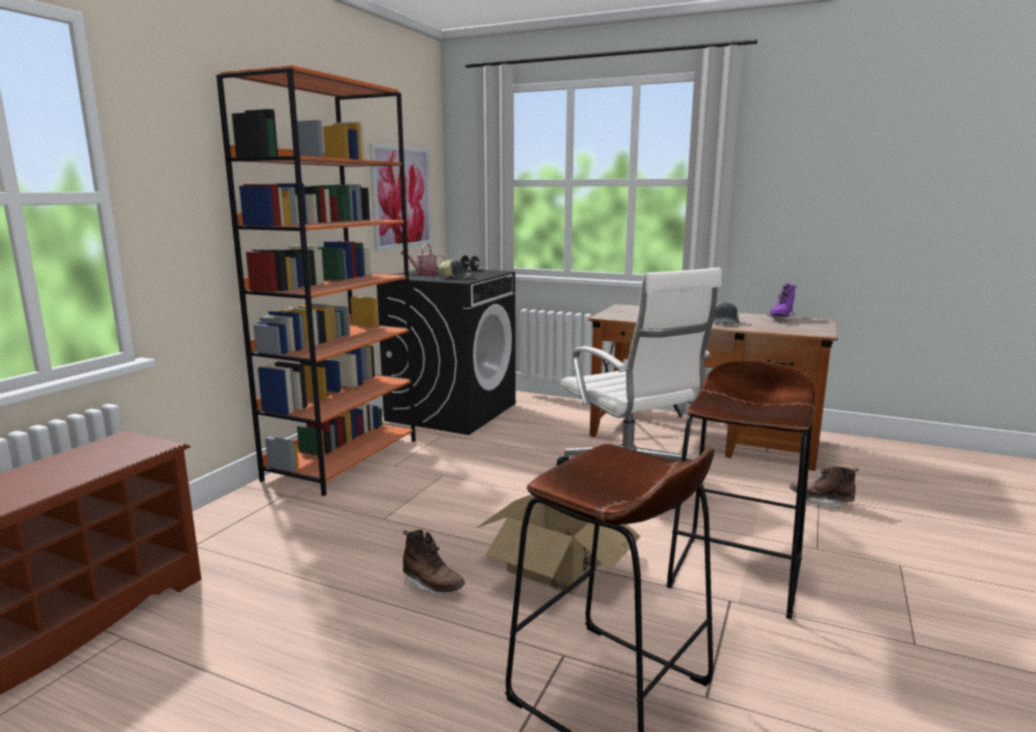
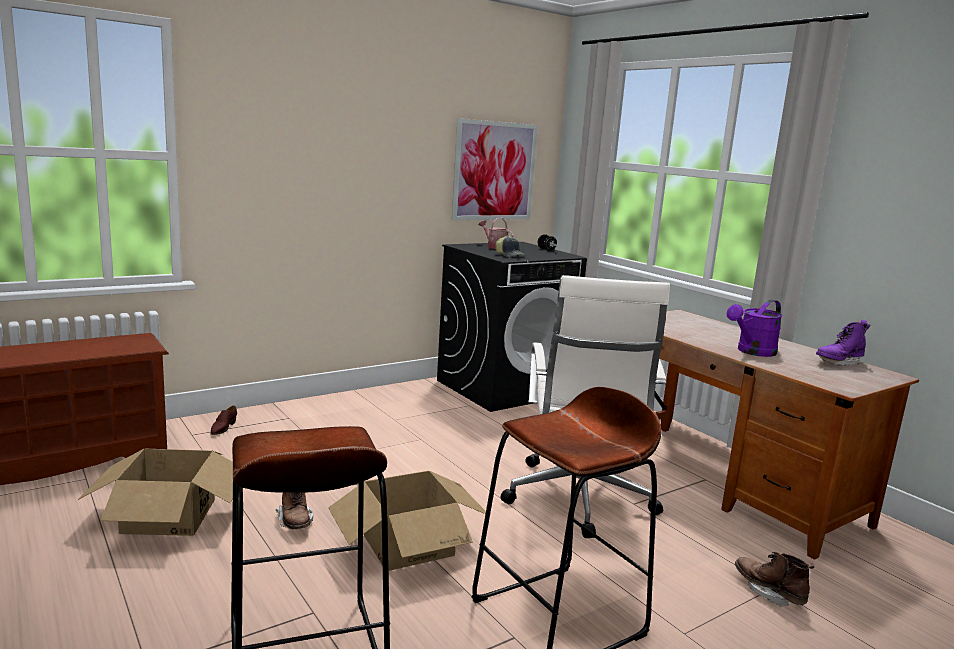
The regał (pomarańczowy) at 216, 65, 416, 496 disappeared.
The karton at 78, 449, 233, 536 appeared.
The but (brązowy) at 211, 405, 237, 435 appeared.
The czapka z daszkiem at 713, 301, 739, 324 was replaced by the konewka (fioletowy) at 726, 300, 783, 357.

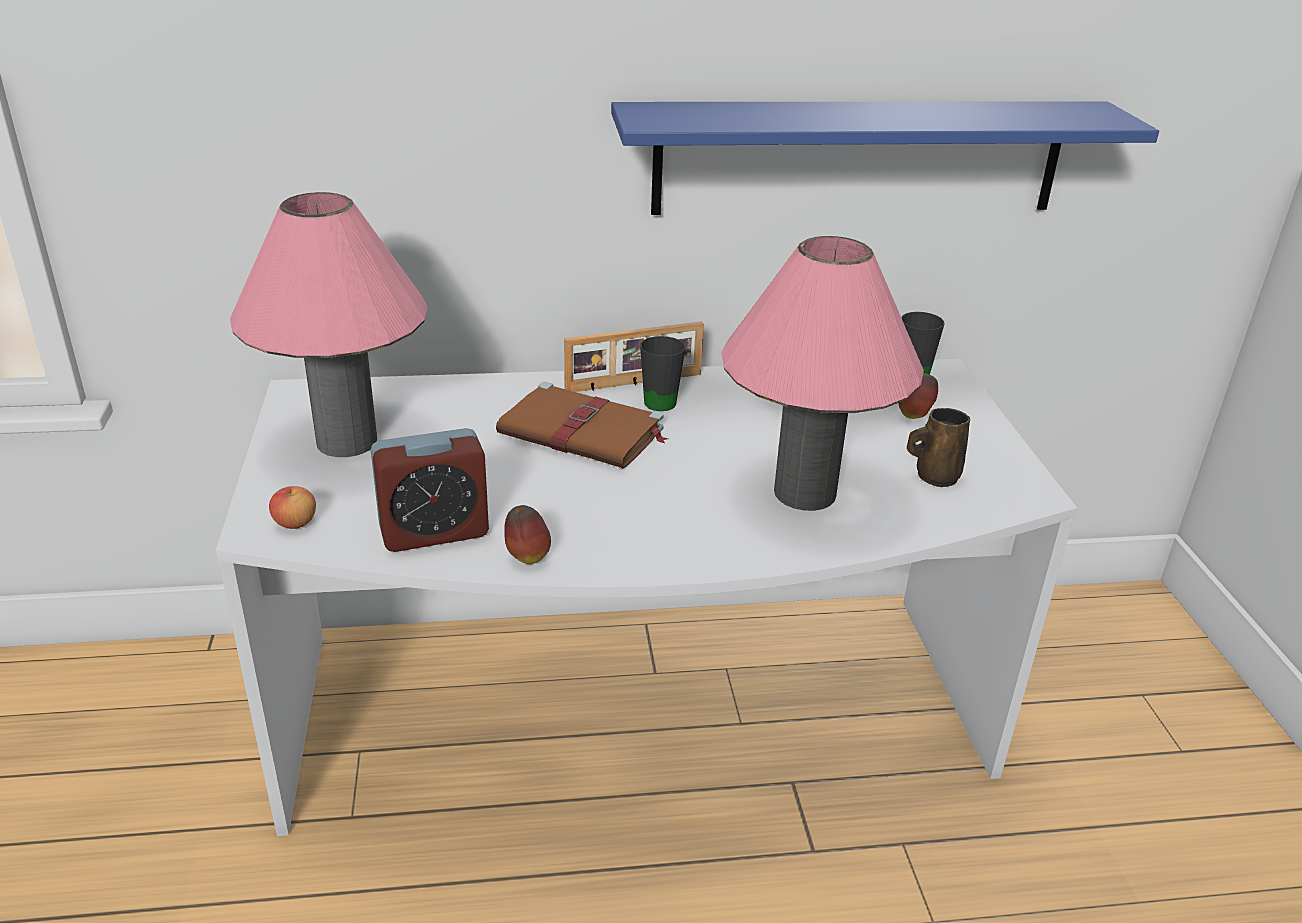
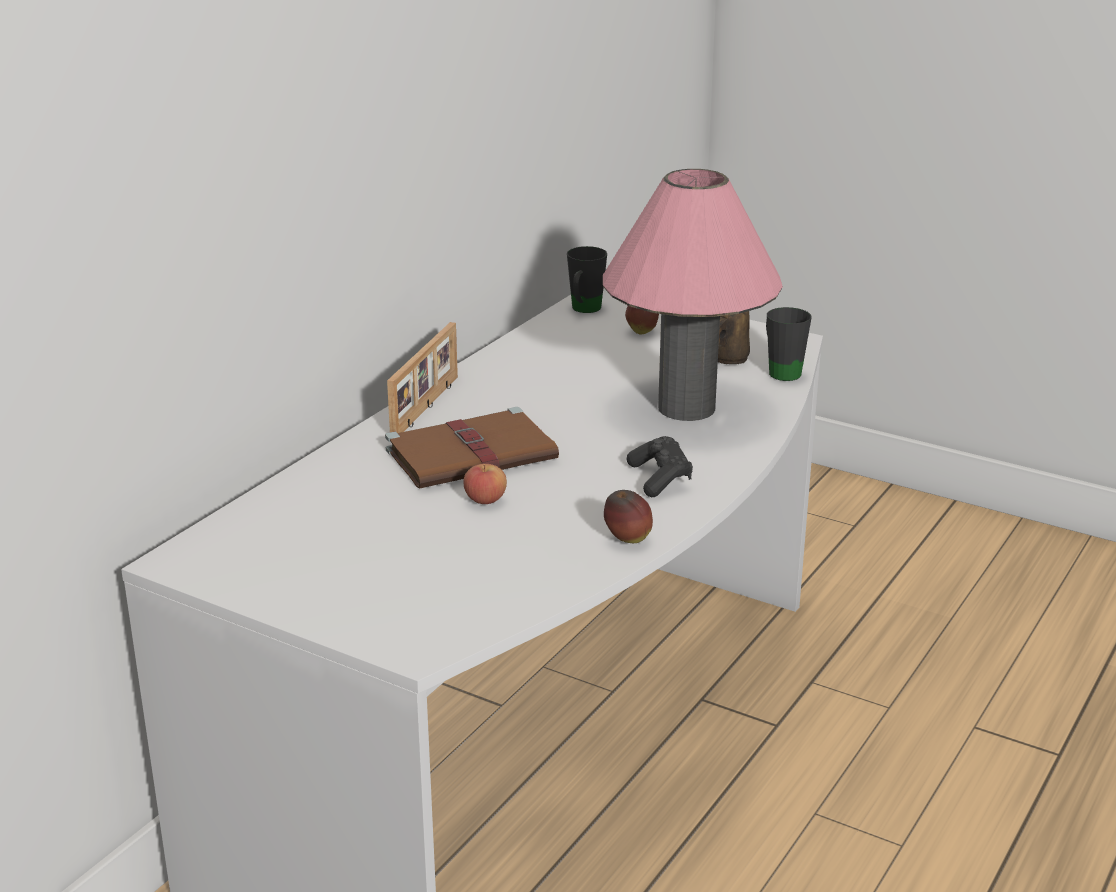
The lampa stołowa (różowy) at 230, 192, 428, 457 disappeared.
The budzik at 370, 428, 489, 552 disappeared.
The półka (niebieski) at 611, 101, 1159, 215 disappeared.
The pad do gier (czarny) at 627, 436, 693, 497 appeared.
The jabłko moved from 269, 486, 316, 529 to 463, 464, 507, 504.
The kubek (czarny) moved from 640, 336, 685, 411 to 766, 307, 812, 381.

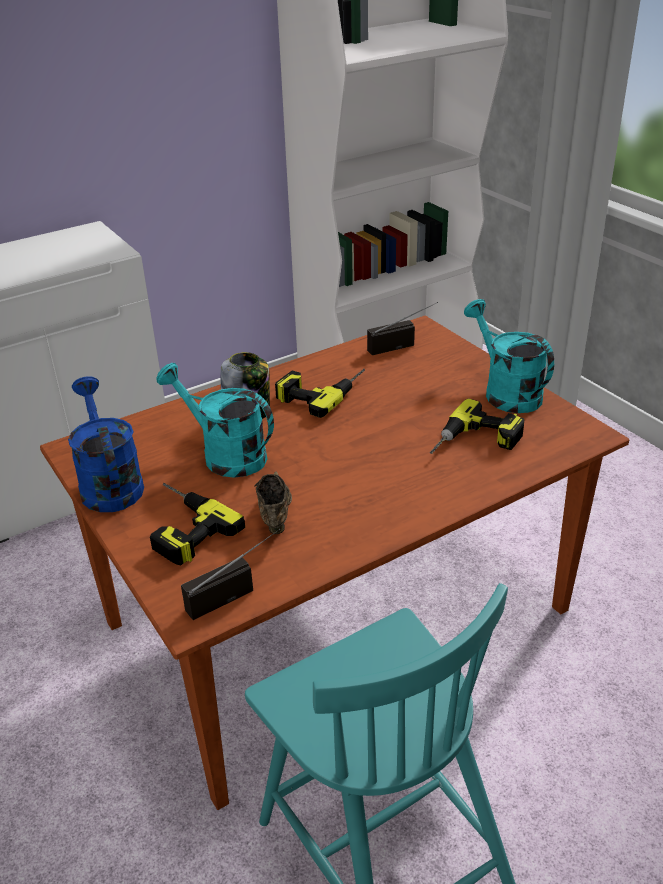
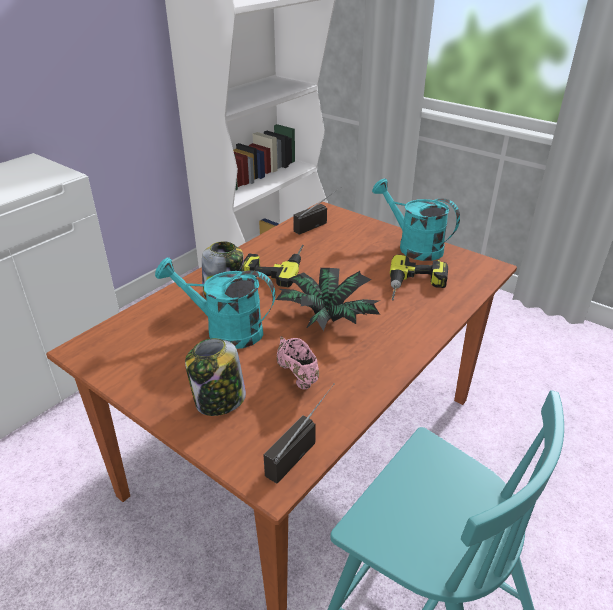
The konewka (niebieski) at 68, 376, 144, 512 disappeared.
The roślina doniczkowa at 276, 268, 380, 331 appeared.
The wiertarka at 150, 483, 245, 566 was replaced by the słoik at 185, 338, 246, 416.
The but (brązowy) at 254, 471, 292, 534 became the but (różowy) at 277, 336, 319, 389.

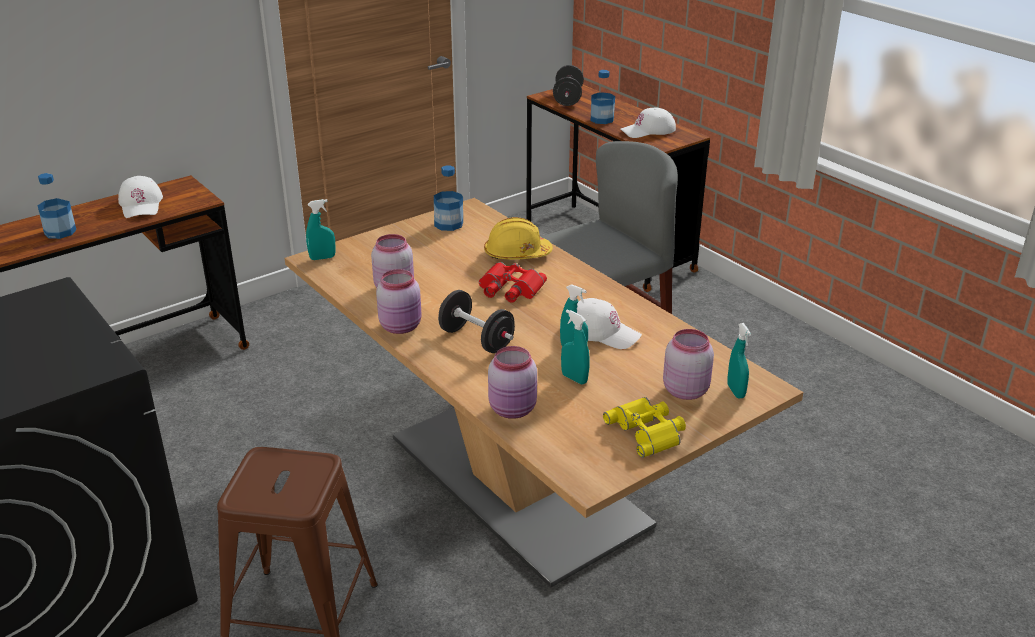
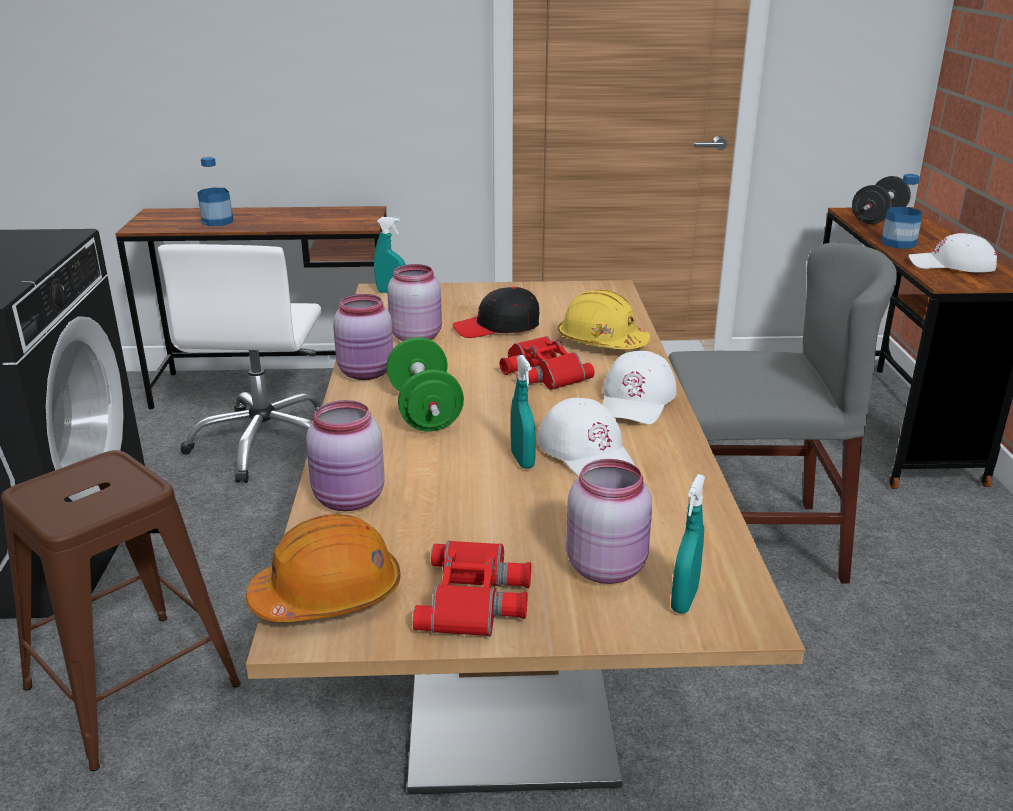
The butelka at 434, 165, 463, 231 disappeared.
The spryskiwacz (turkusowy) at 561, 309, 590, 384 disappeared.
The krzesło biurowe (biały) at 158, 244, 322, 483 appeared.
The kask (pomarańczowy) at 246, 514, 401, 622 appeared.
The czapka z daszkiem (czarny) at 453, 287, 539, 338 appeared.
The czapka z daszkiem (biały) moved from 118, 176, 163, 218 to 603, 351, 677, 424.
The hantel (czarny) at 438, 290, 515, 353 became the hantel (zielony) at 386, 337, 464, 432.
The lornetka (żółty) at 603, 397, 686, 458 became the lornetka (czerwony) at 413, 540, 531, 637.

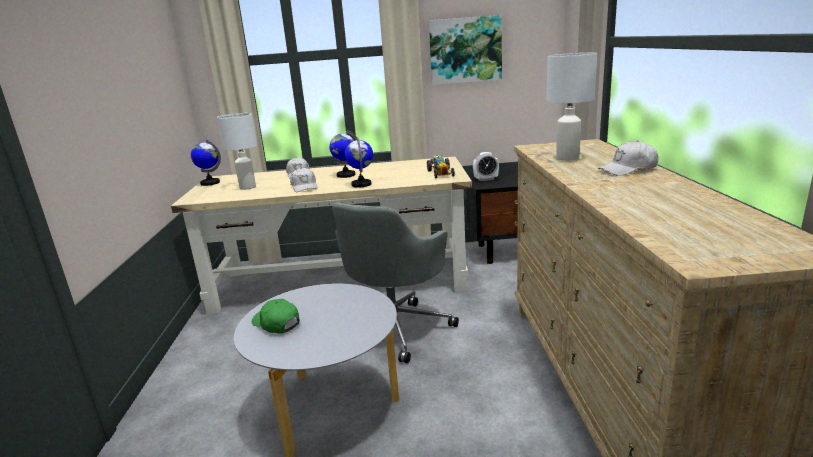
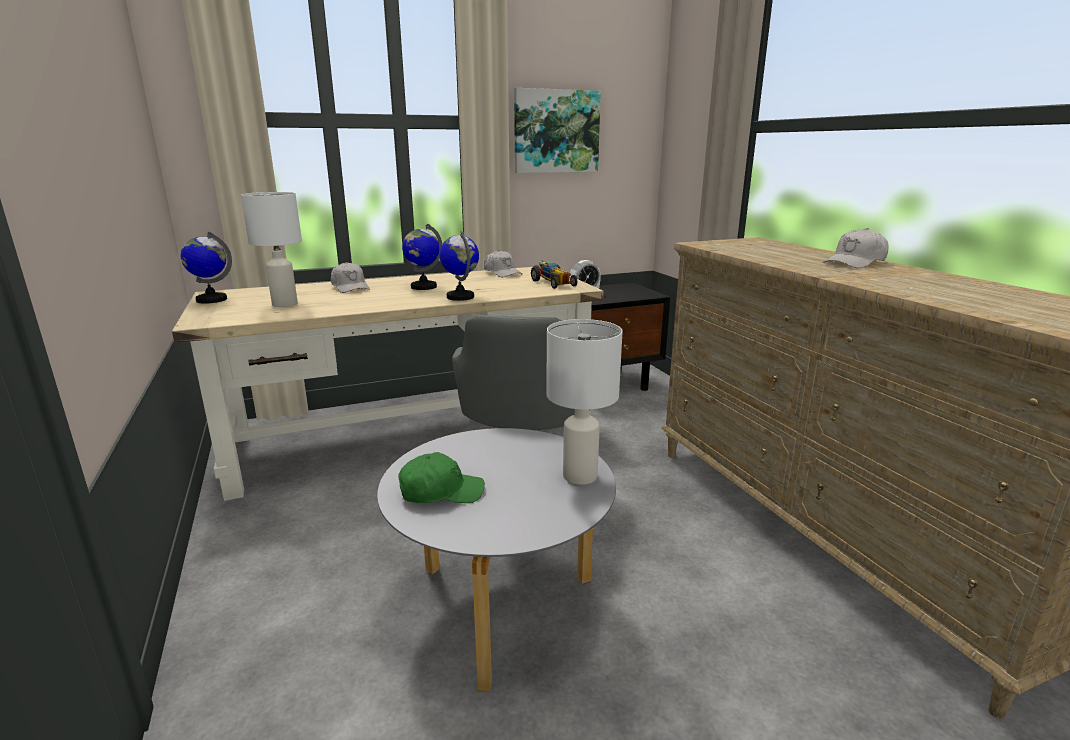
The czapka z daszkiem (biały) moved from 290, 168, 318, 192 to 484, 250, 522, 277.
The lampa stołowa (biały) moved from 546, 53, 597, 161 to 546, 319, 622, 485.
The czapka z daszkiem (zielony) at 252, 299, 300, 334 turned 150 degrees clockwise.

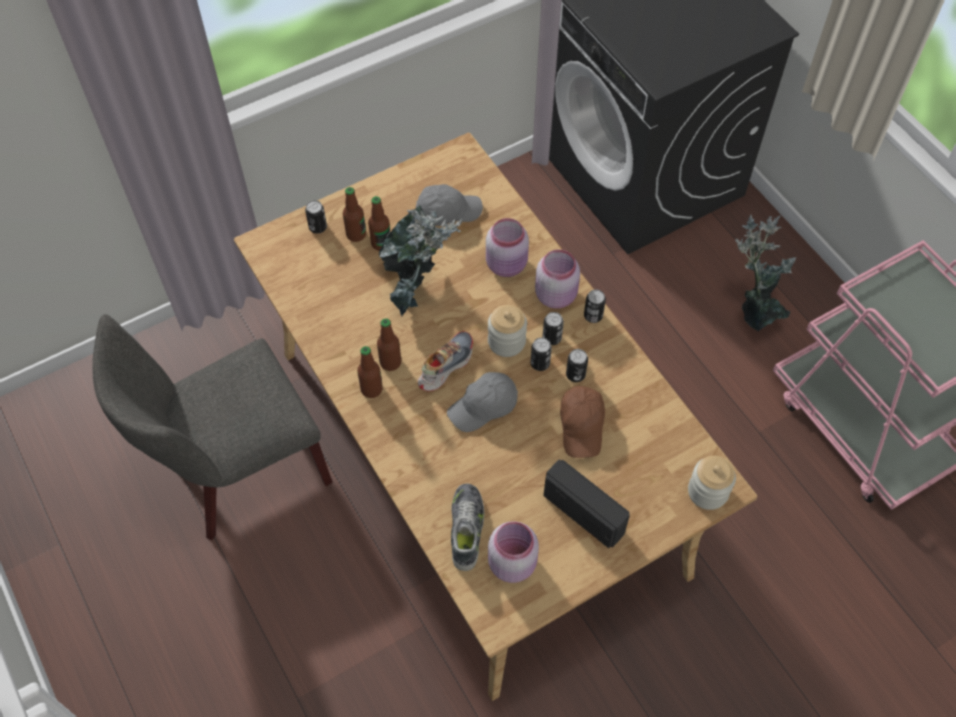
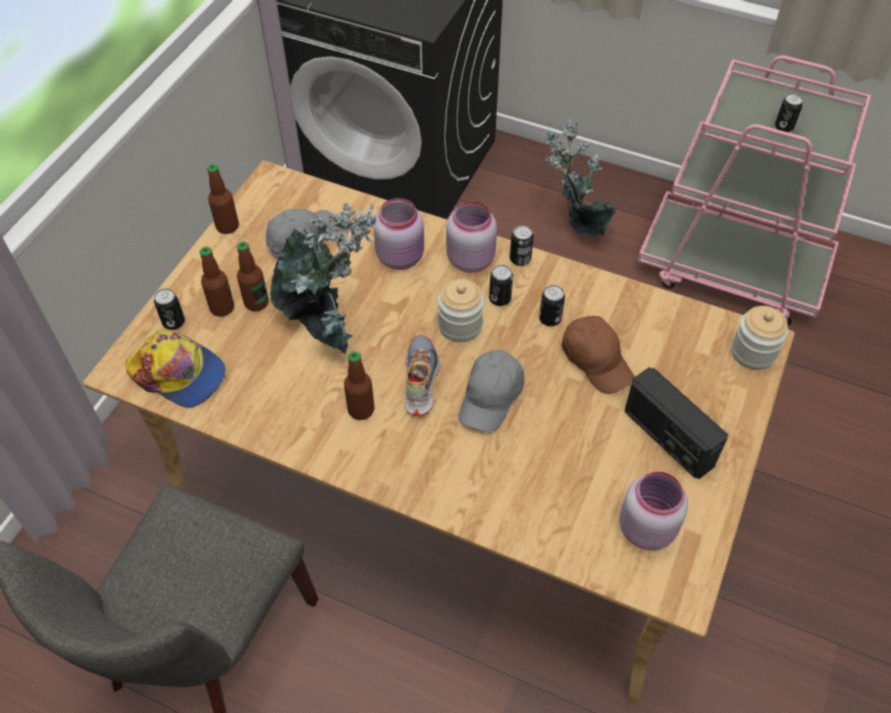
The but at 451, 483, 484, 571 disappeared.
The czapka z daszkiem at 125, 331, 226, 408 appeared.
The butelka moved from 357, 346, 383, 398 to 207, 164, 239, 234.
The puszka moved from 531, 337, 552, 371 to 775, 93, 803, 132.
The radio at 543, 460, 630, 548 turned 135 degrees counterclockwise.

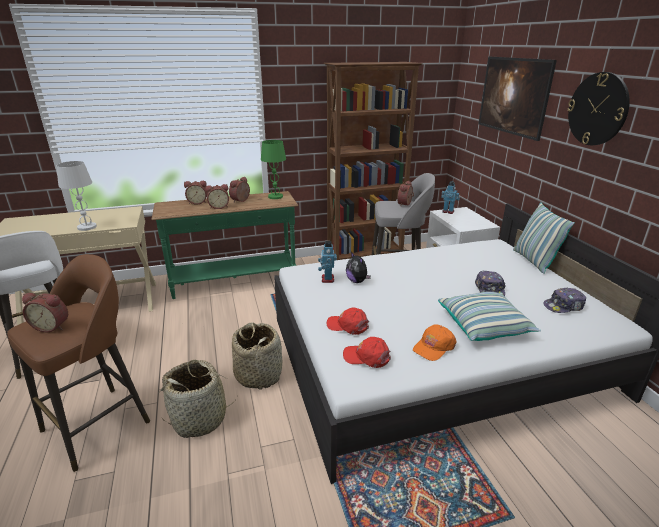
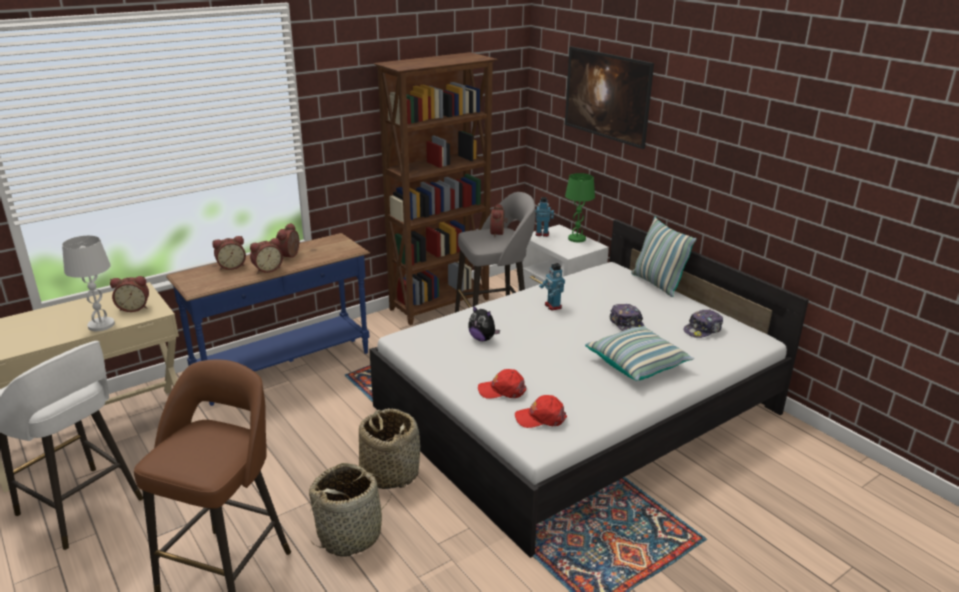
The czapka z daszkiem (pomarańczowy) at 413, 324, 457, 361 disappeared.
The zegar ścienny at 567, 72, 630, 145 disappeared.
The budzik moved from 22, 293, 68, 333 to 110, 276, 149, 312.
The lampa stołowa (zielony) moved from 261, 140, 286, 199 to 565, 173, 595, 242.
The robot zabawkowy moved from 318, 241, 337, 283 to 539, 263, 565, 310.
The stolik konsolowy (zielony) at 151, 191, 298, 299 became the stolik konsolowy (niebieski) at 166, 233, 370, 406.

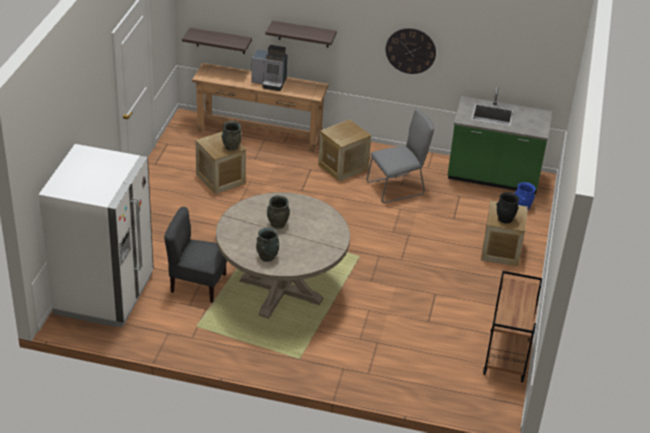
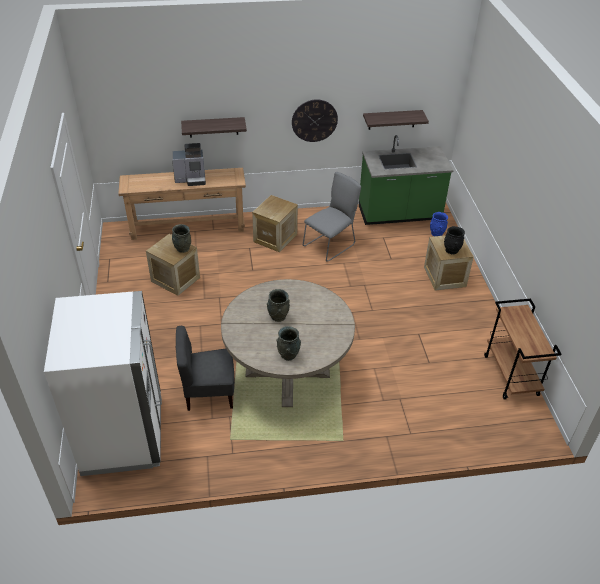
The półka moved from 182, 28, 252, 54 to 363, 110, 429, 130.

